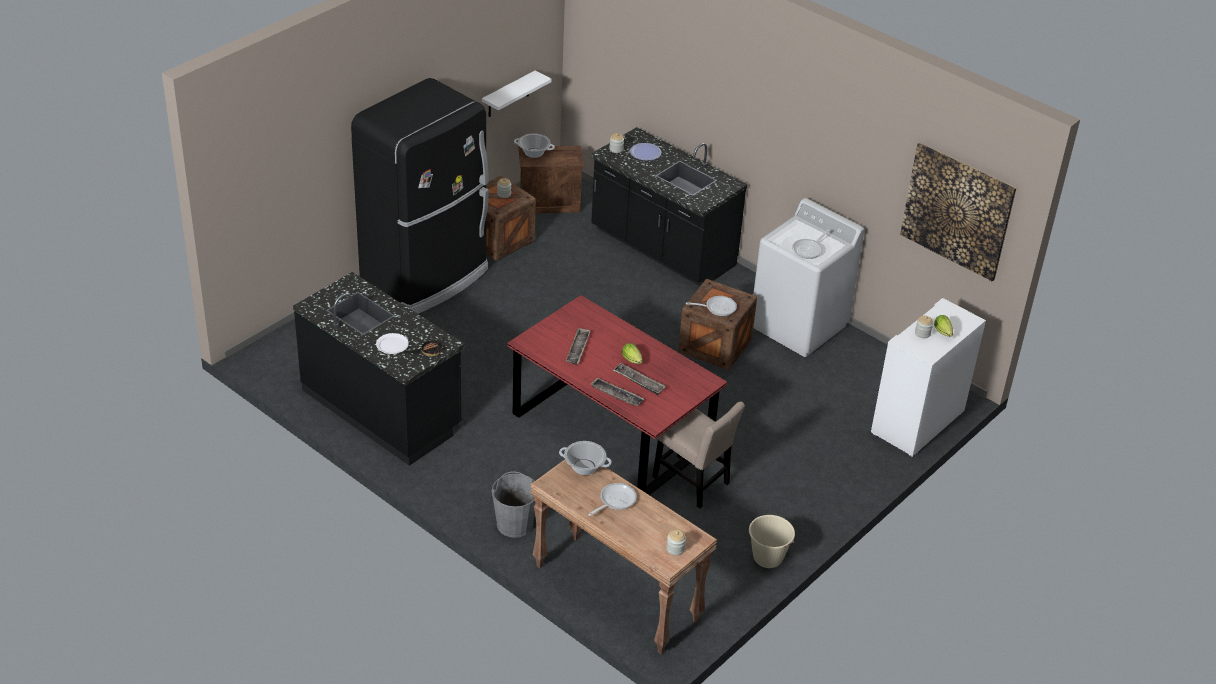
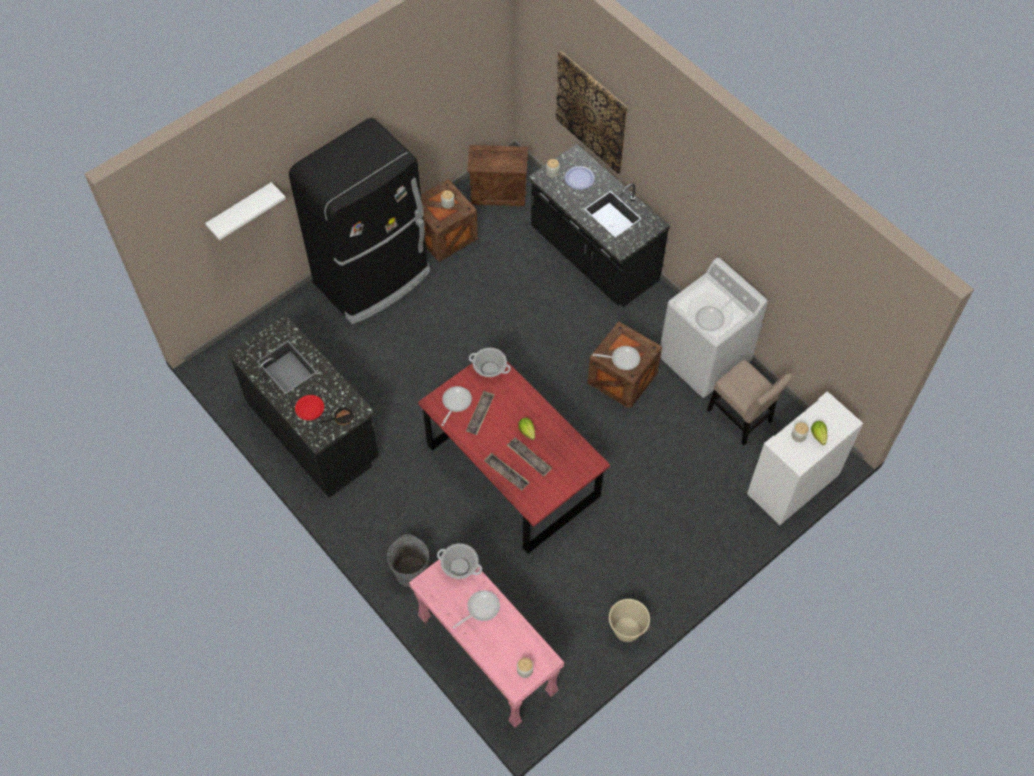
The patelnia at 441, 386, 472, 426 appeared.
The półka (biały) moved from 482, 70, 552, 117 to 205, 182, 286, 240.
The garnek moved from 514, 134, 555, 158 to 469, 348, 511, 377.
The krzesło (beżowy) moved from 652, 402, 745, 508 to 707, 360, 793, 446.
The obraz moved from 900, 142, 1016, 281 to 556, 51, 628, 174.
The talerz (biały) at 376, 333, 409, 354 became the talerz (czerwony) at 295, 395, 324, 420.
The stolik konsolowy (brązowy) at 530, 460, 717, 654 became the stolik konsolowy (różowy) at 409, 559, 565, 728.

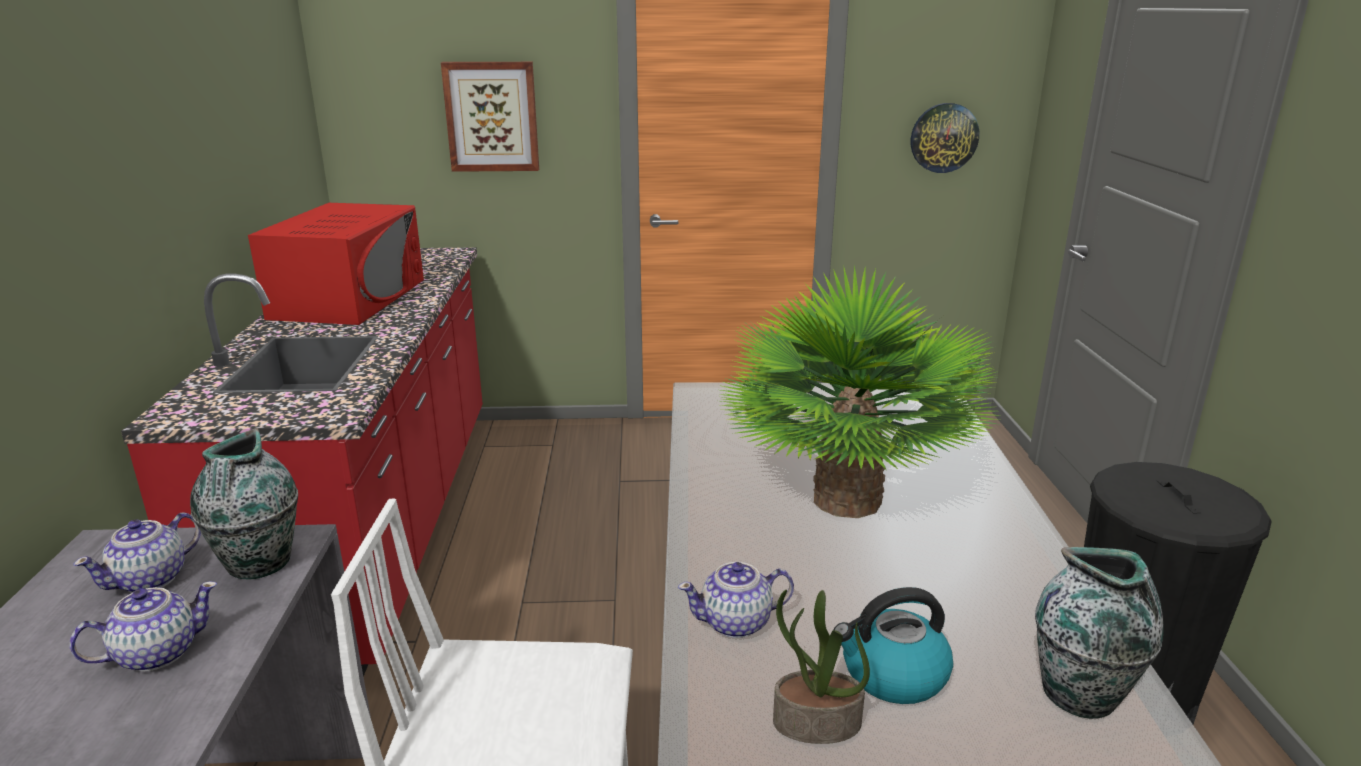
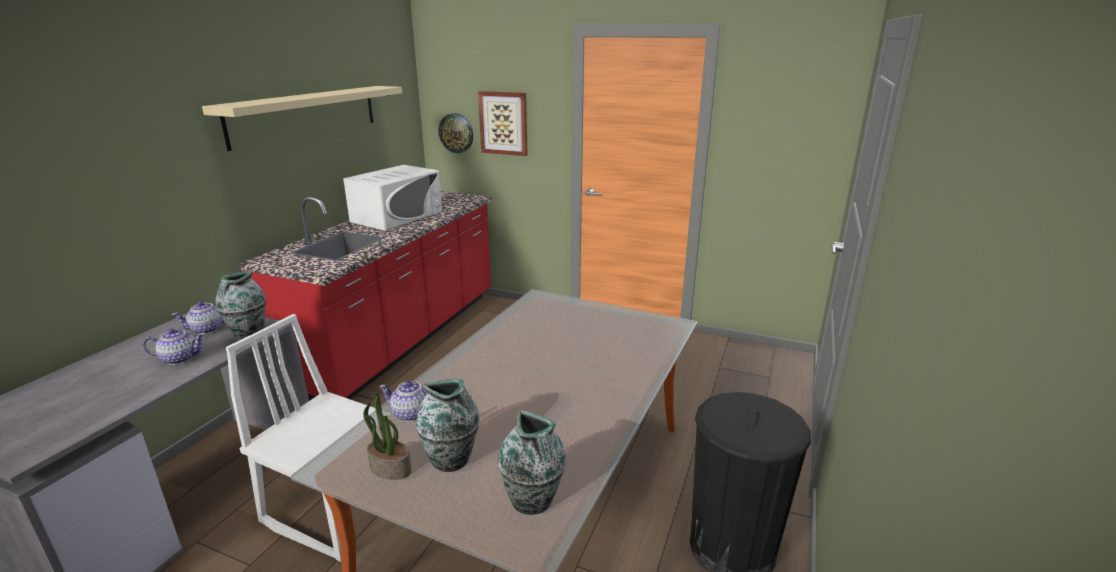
The roślina doniczkowa at 718, 265, 999, 518 disappeared.
The półka (beżowy) at 202, 86, 402, 151 appeared.
The zegar ścienny moved from 911, 103, 979, 173 to 439, 113, 473, 153.
The czajnik at 834, 587, 953, 704 was replaced by the wazon at 416, 379, 480, 472.
The mikrofalówka (czerwony) at 248, 203, 424, 325 became the mikrofalówka (biały) at 343, 165, 442, 231.

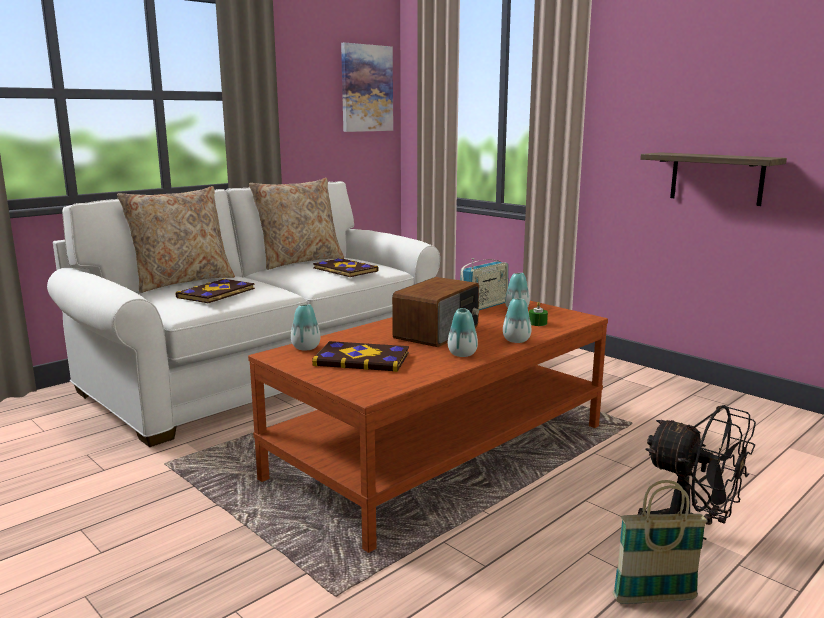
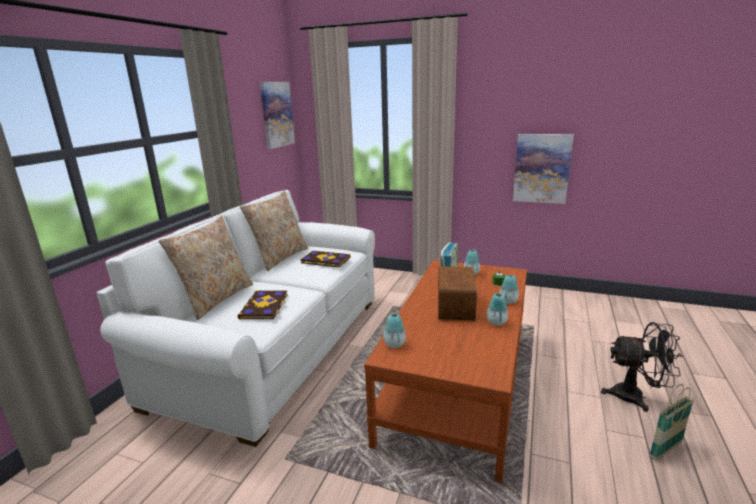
The książka at 312, 341, 409, 372 disappeared.
The półka at 640, 152, 787, 206 was replaced by the obraz at 513, 134, 574, 204.

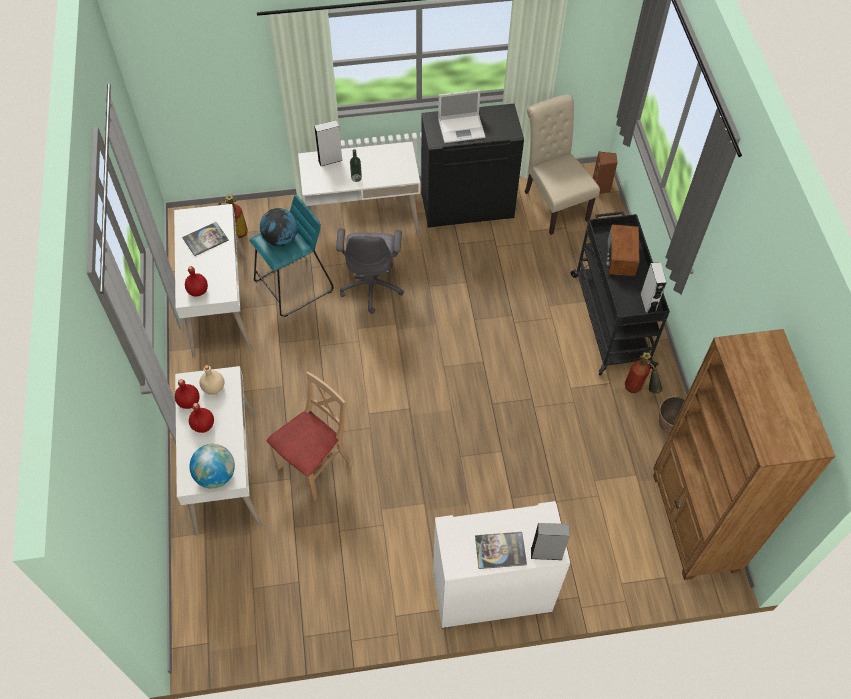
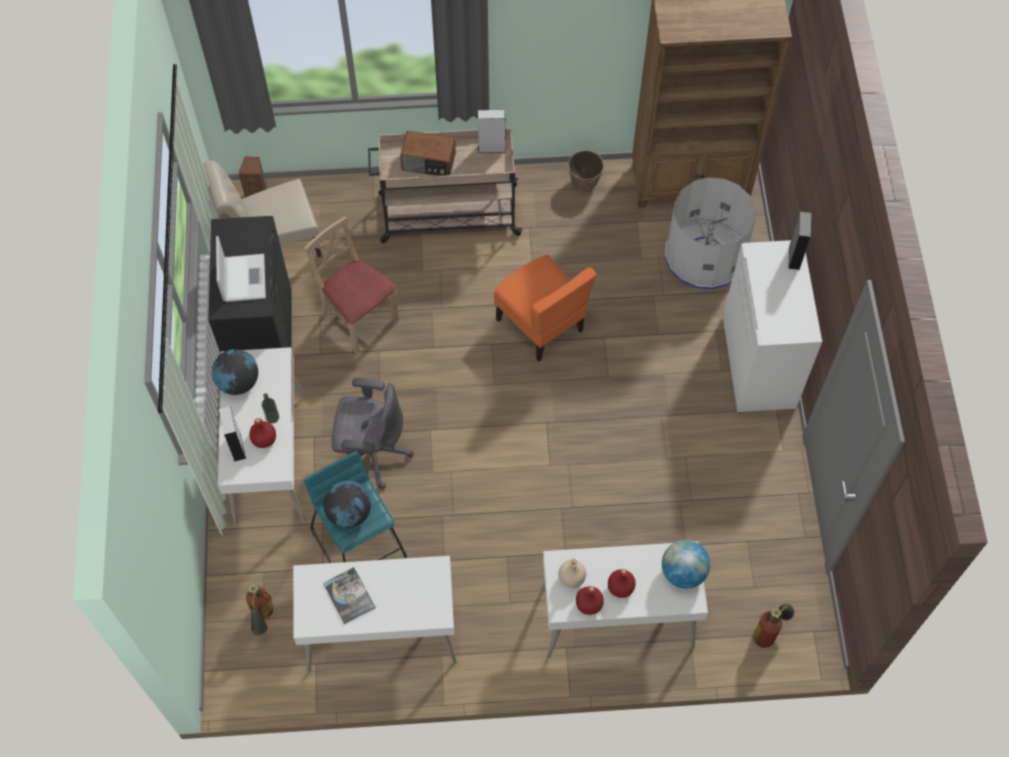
The książka at 475, 532, 527, 569 disappeared.
The globus at 212, 349, 258, 395 appeared.
The krzesło (pomarańczowy) at 494, 255, 596, 361 appeared.
The kosz na śmieci (szary) at 665, 177, 756, 290 appeared.
The butelka (czerwony) moved from 185, 266, 208, 296 to 249, 418, 276, 448.
The krzesło (beżowy) moved from 267, 372, 350, 501 to 304, 217, 399, 354.
The gaśnica moved from 625, 352, 663, 394 to 753, 604, 794, 648.
The wózek (czarny) at 571, 211, 670, 376 became the wózek (beżowy) at 368, 127, 523, 243.

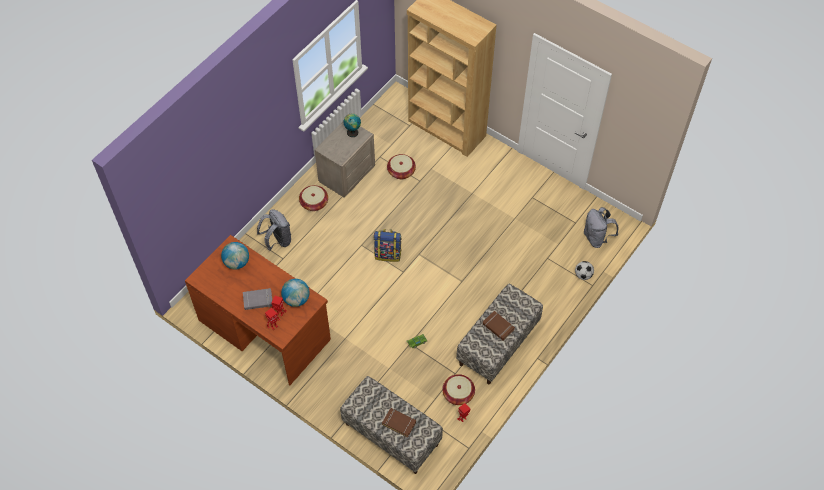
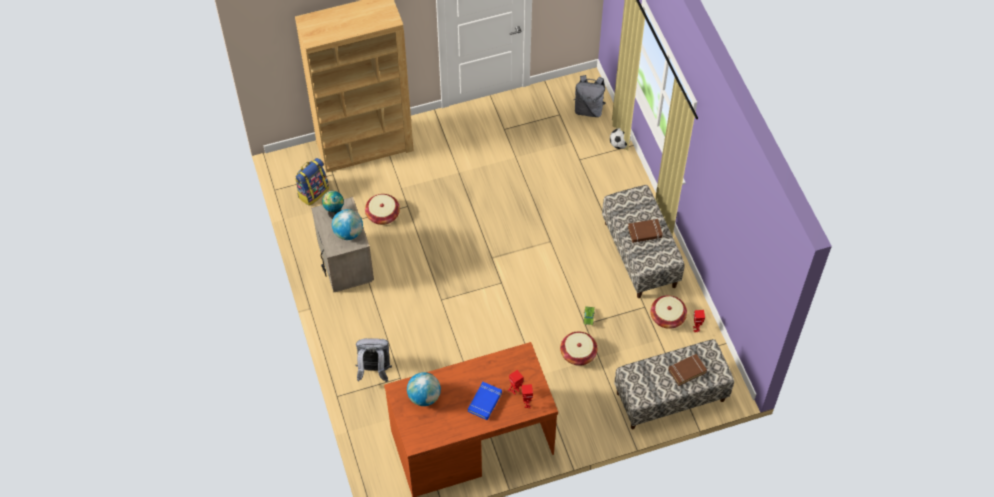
The globus moved from 281, 279, 310, 307 to 332, 209, 363, 240.
The koszyk moved from 299, 185, 328, 211 to 560, 331, 597, 366.
The plecak moved from 374, 229, 401, 262 to 295, 158, 329, 206.
The książka (szary) at 243, 288, 272, 310 became the książka (niebieski) at 468, 382, 502, 420.

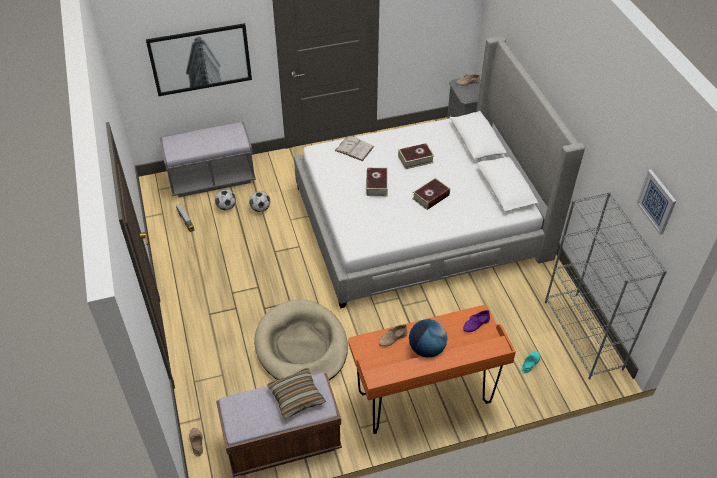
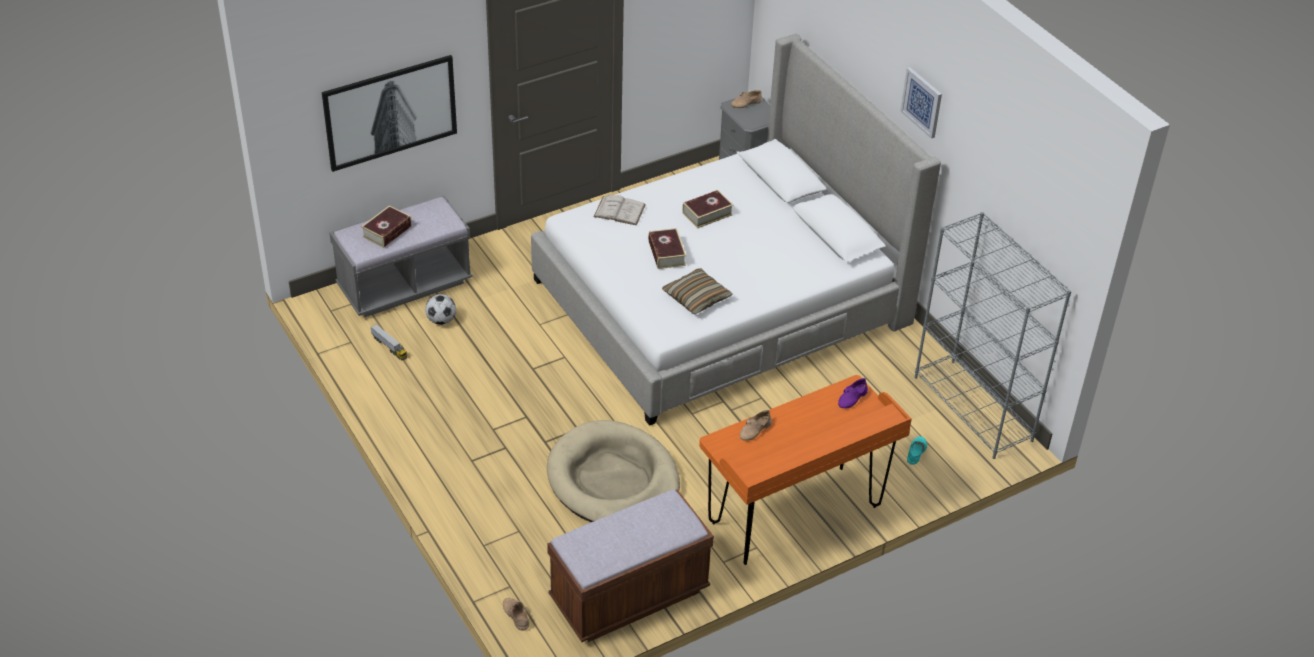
The piłka futbolowa at 249, 191, 270, 212 disappeared.
The globus at 409, 319, 447, 358 disappeared.
The poduszka moved from 268, 368, 326, 418 to 662, 268, 733, 315.
The książka moved from 412, 178, 450, 210 to 361, 205, 412, 248.
The obraz moved from 636, 170, 676, 235 to 900, 67, 942, 139.

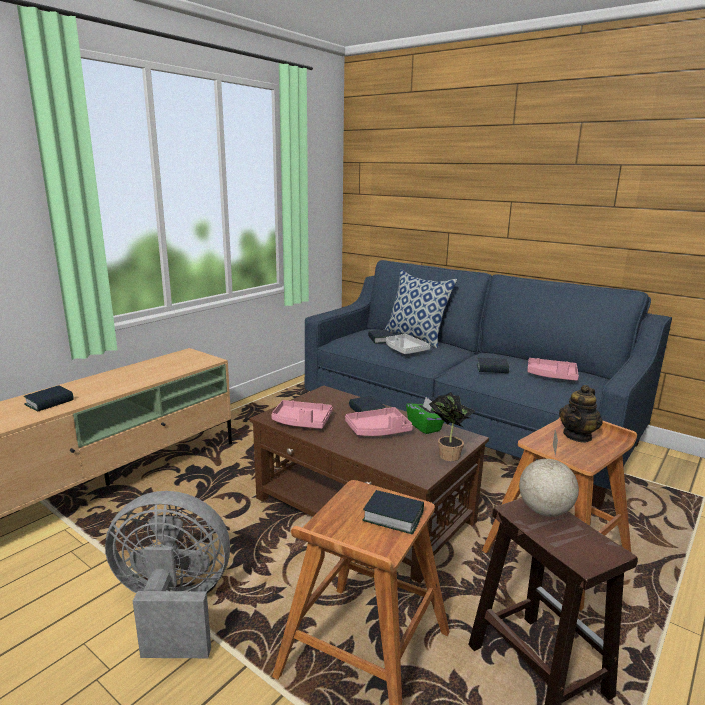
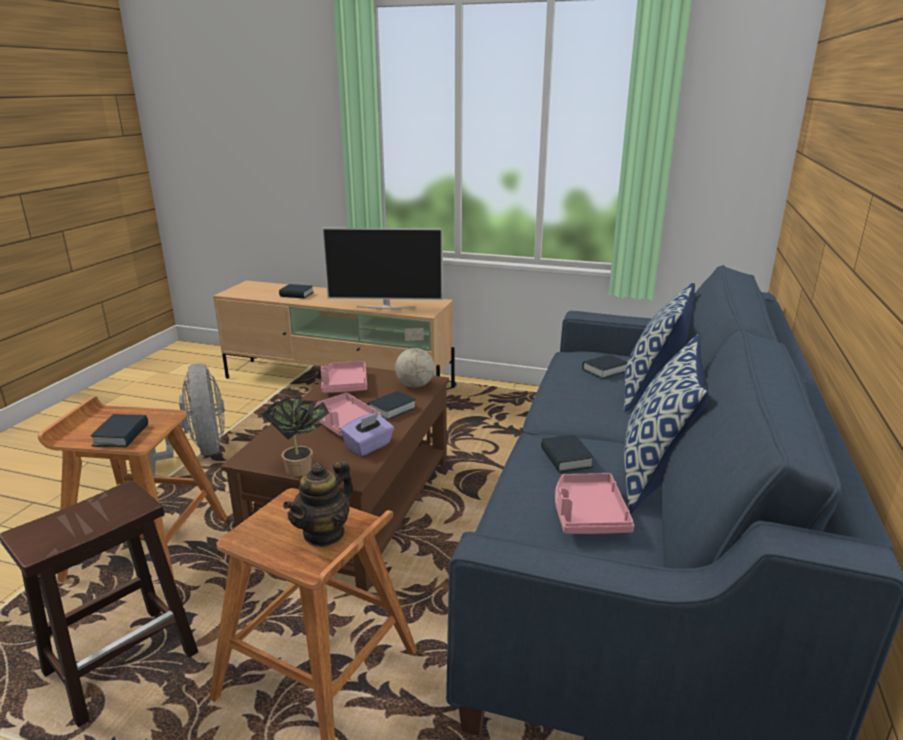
The taca (szary) at 386, 334, 430, 354 disappeared.
The telewizor at 322, 228, 443, 309 appeared.
The poduszka at 624, 335, 709, 513 appeared.
The globus moved from 519, 430, 579, 516 to 395, 328, 435, 388.
The pudełko chusteczek (zielony) at 406, 397, 444, 434 became the pudełko chusteczek (fioletowy) at 341, 413, 394, 456.
The imbryk at 559, 385, 602, 443 turned 75 degrees counterclockwise.

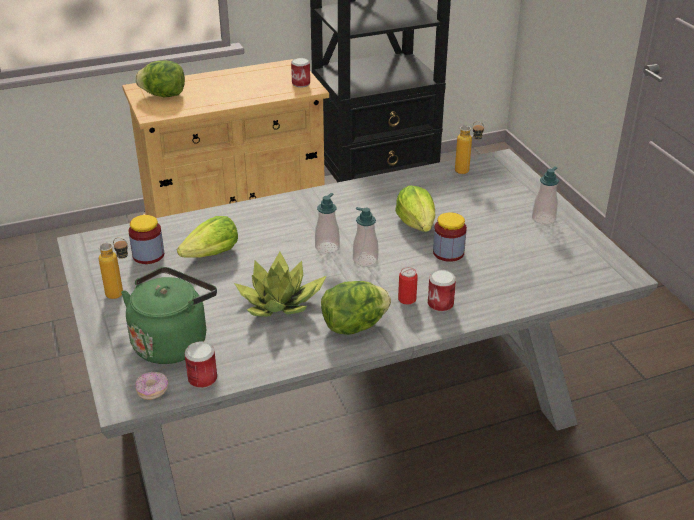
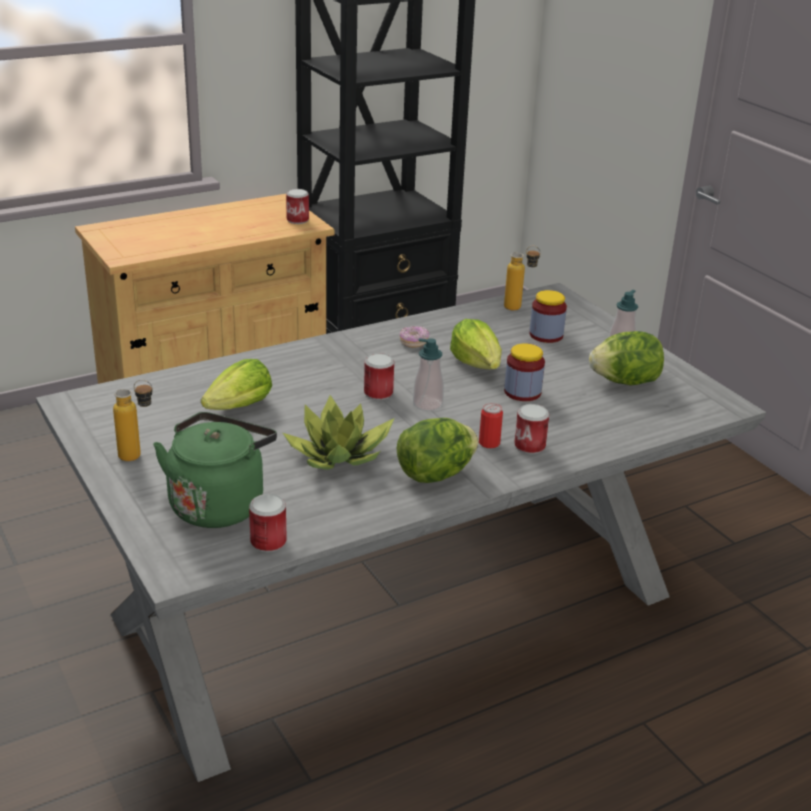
The słoik moved from 128, 215, 164, 264 to 529, 290, 567, 343.
The sałata moved from 135, 61, 185, 97 to 589, 331, 664, 385.
The donut moved from 136, 372, 168, 400 to 400, 326, 429, 348.
The dozownik mydła at 315, 193, 340, 254 was replaced by the puszka at 364, 353, 394, 400.

